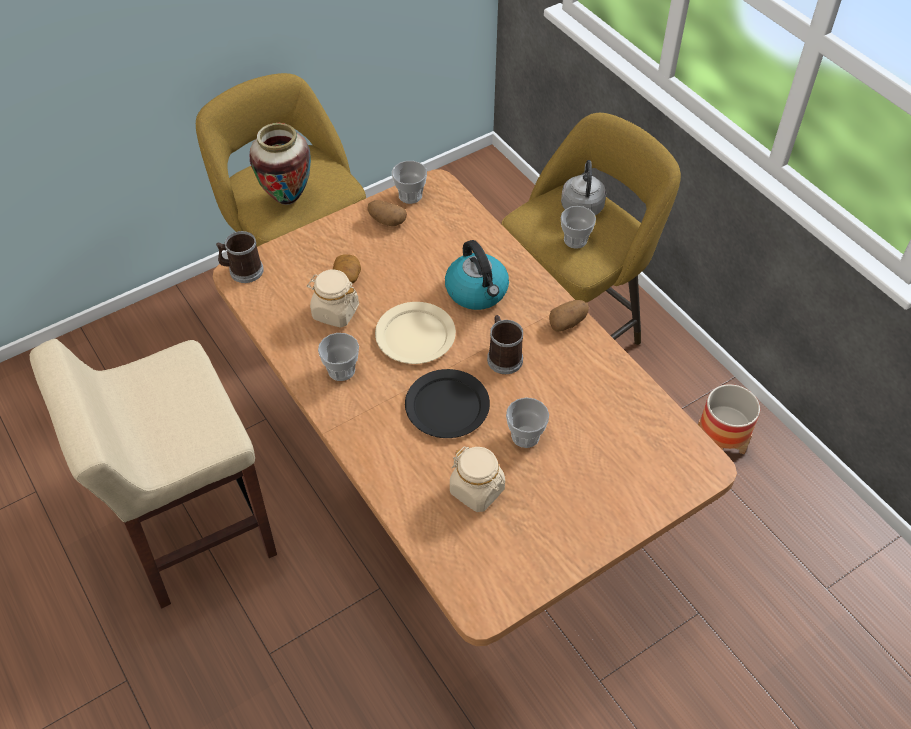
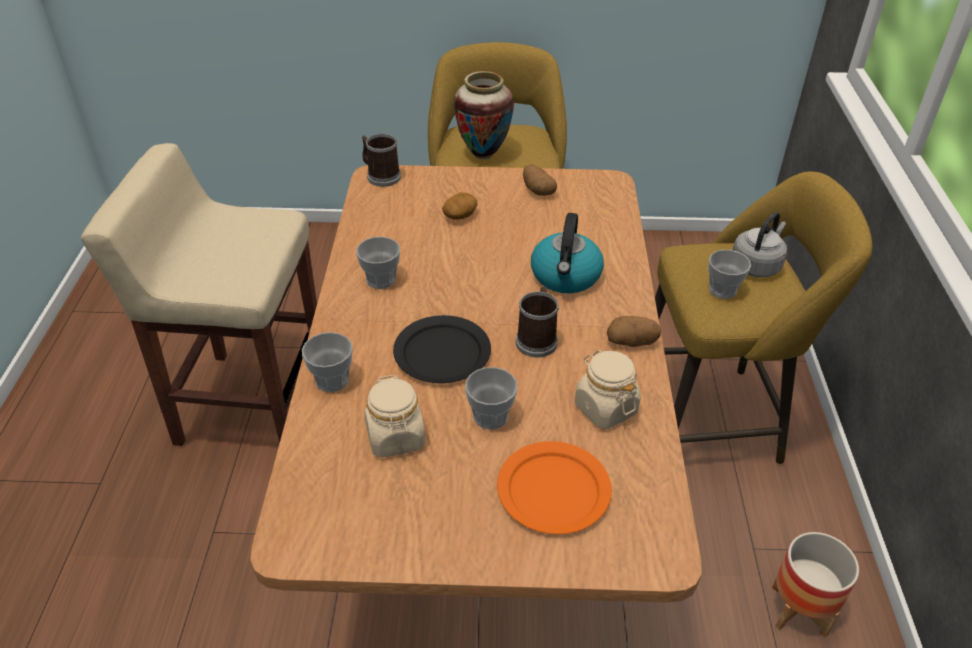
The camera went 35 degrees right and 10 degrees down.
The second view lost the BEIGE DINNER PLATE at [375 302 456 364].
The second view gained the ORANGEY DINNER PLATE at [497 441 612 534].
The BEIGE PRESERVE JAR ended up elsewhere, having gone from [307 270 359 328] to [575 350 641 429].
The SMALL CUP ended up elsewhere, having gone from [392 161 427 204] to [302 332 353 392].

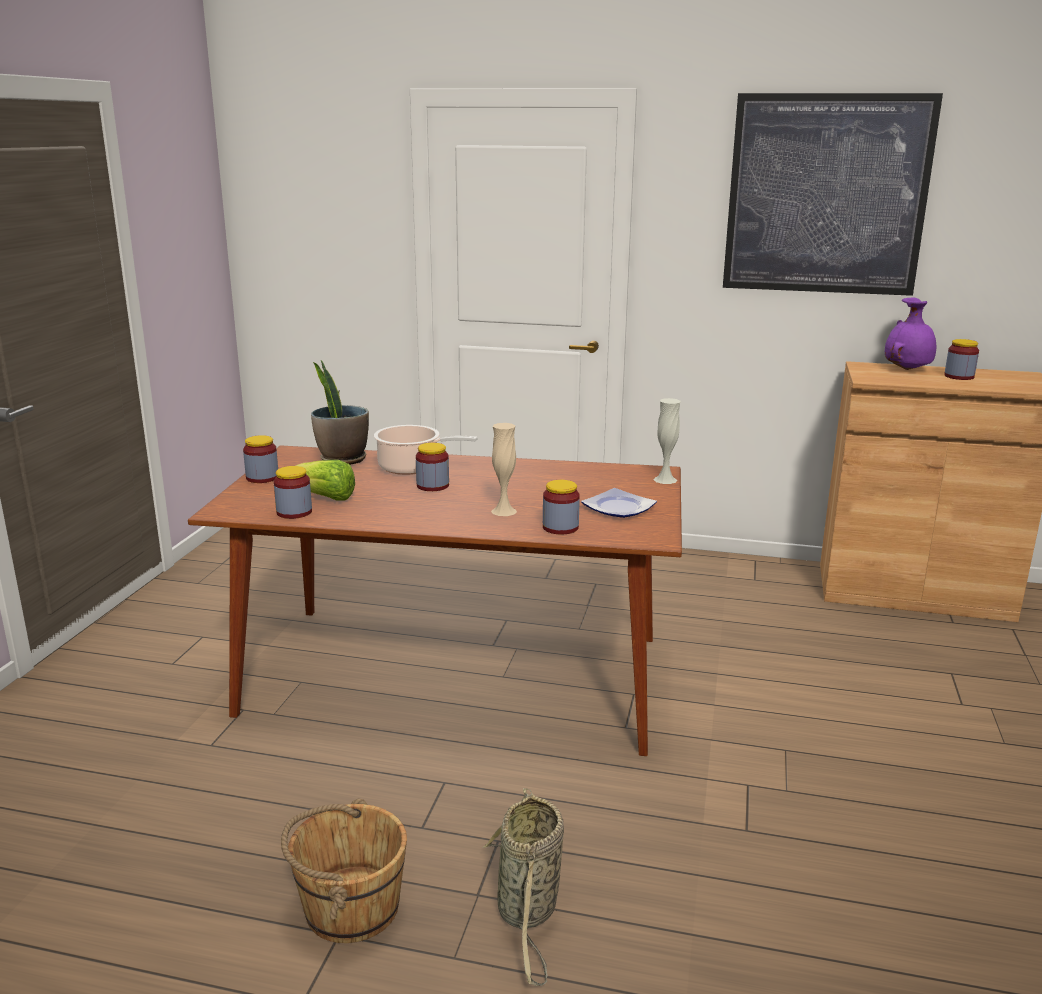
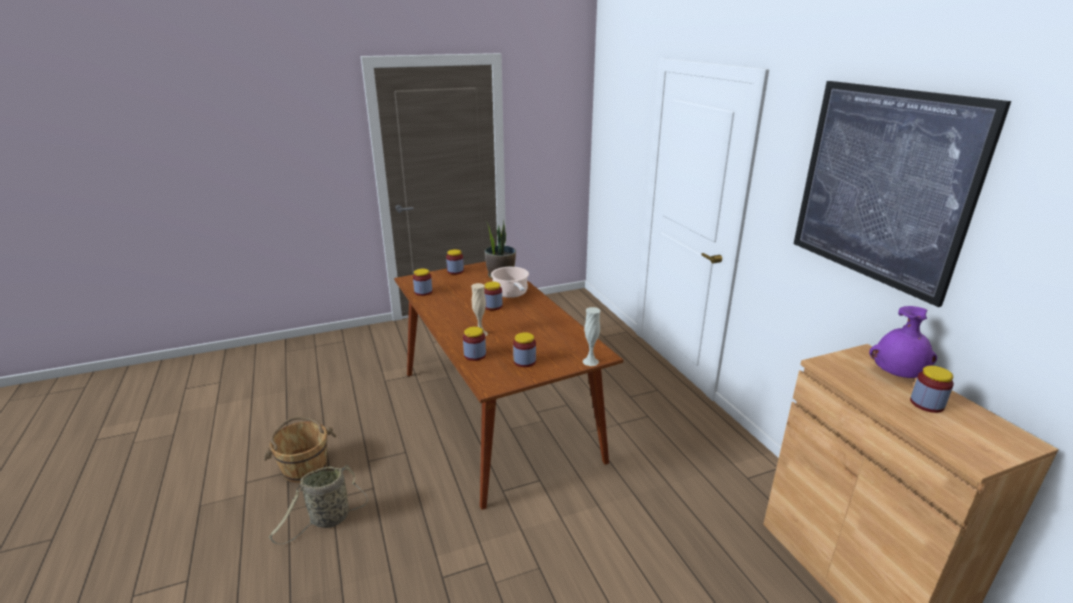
The camera went 55 degrees right and 5 degrees up.
The second view lost the LETTUCE HEAD at [296 460 355 501].
Where the DINNER PLATE stood at [581 488 657 518], the PRESERVE JAR came to stand at [513 332 536 367].

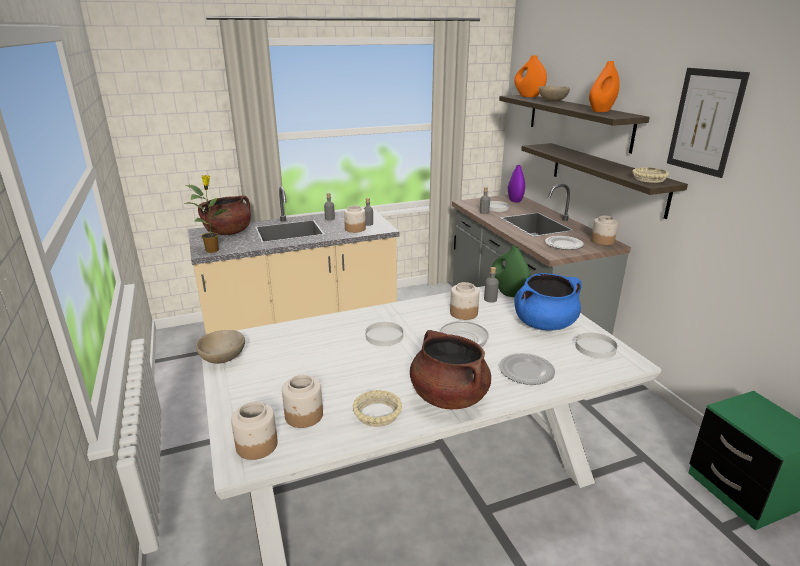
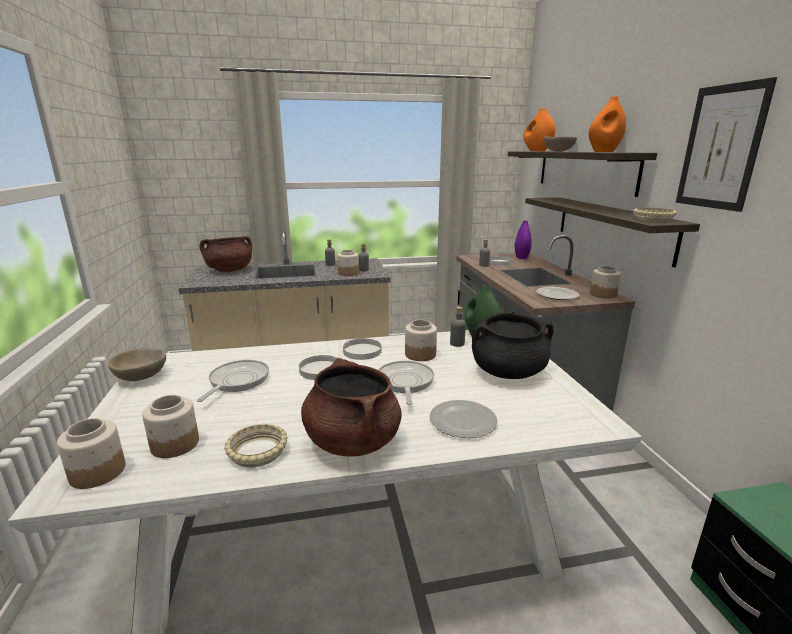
The camera went 10 degrees right and 5 degrees down.
The second view lost the POTTED PLANT at [186 175 230 253].
The second view gained the SKILLET at [197 360 269 402].
The WHITE-COLOURED DINNER PLATE ended up elsewhere, having gone from [575 333 617 359] to [343 338 381 360].
What was the BLUISH COOKING POT at [514 273 581 331] turned into the BLACKISH COOKING POT at [472 313 554 379].

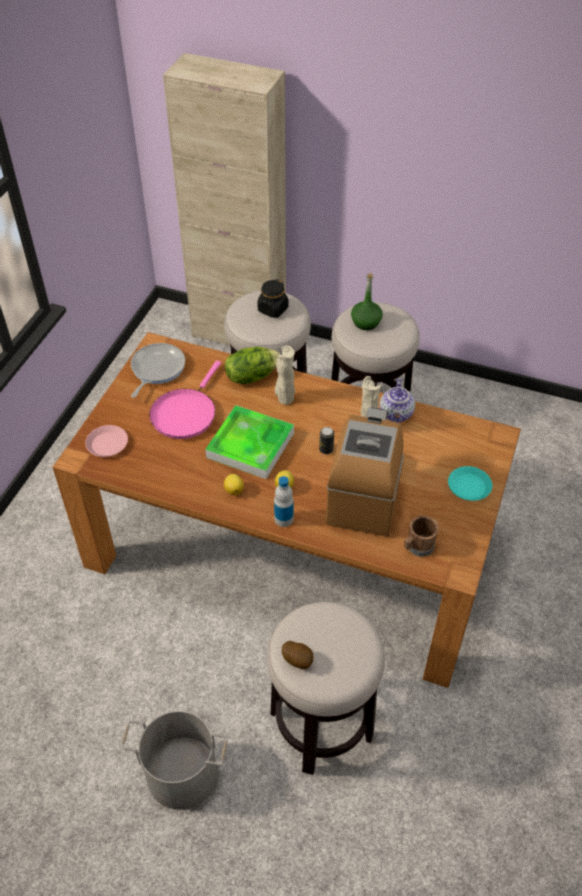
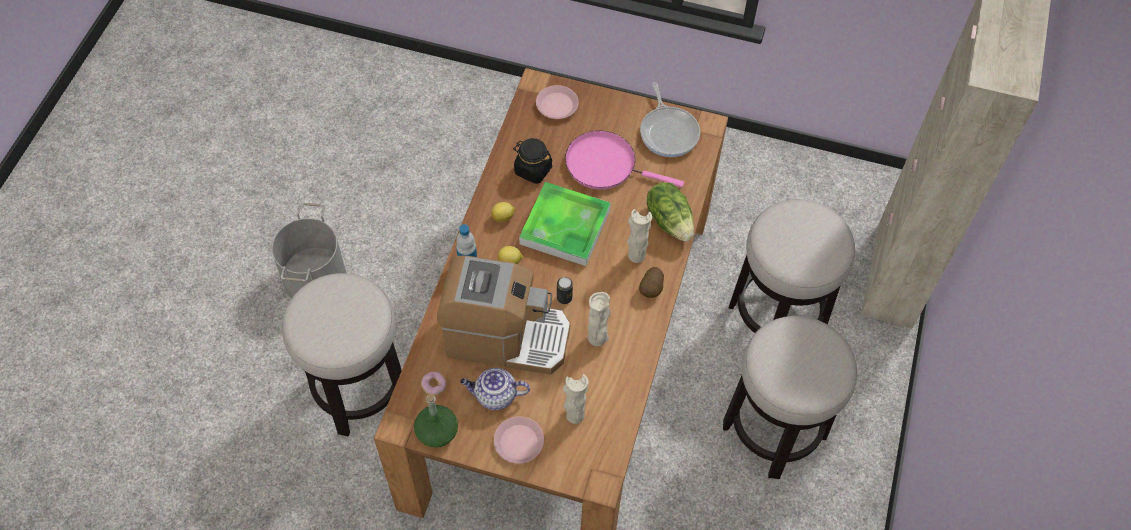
The camera went 85 degrees right and 10 degrees up.
The second view gained the BEIGE VASE at [563 374 589 424].
The BLACKISH PRESERVE JAR ended up elsewhere, having gone from [257 279 288 318] to [513 138 552 184].
The SPUD ended up elsewhere, having gone from [282 641 313 669] to [639 267 664 298].
The GREENISH BOTTLE ended up elsewhere, having gone from [351 273 383 330] to [414 394 458 448].
The TEA POT ended up elsewhere, having gone from [380 379 415 423] to [460 368 530 410].
Where the BROWNISH TEA MUG stood at [404 516 439 557], the DONUT came to stand at [421 371 447 396].
What was the TURQUOISE DINNER PLATE at [448 466 492 501] turned into the PINKISH DINNER PLATE at [494 416 544 464].
The SKILLET at [131 343 185 398] ended up facing another way, 60 degrees clockwise from before.

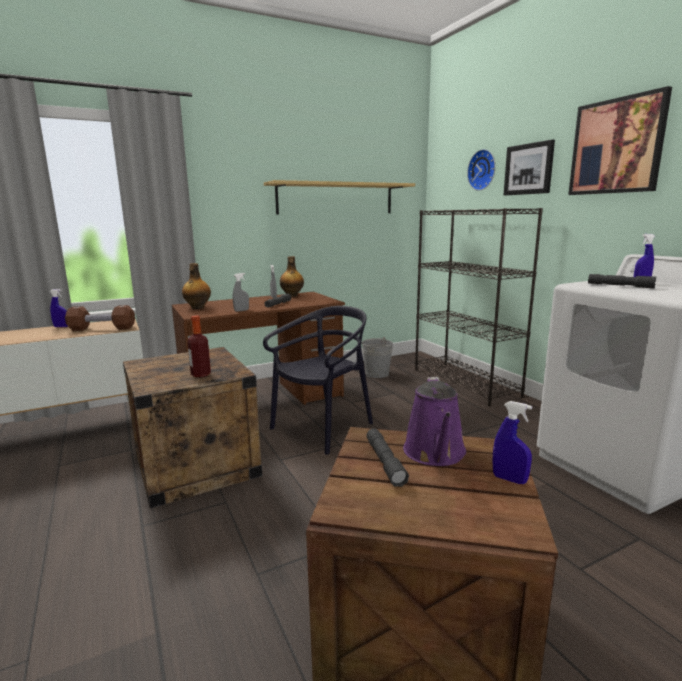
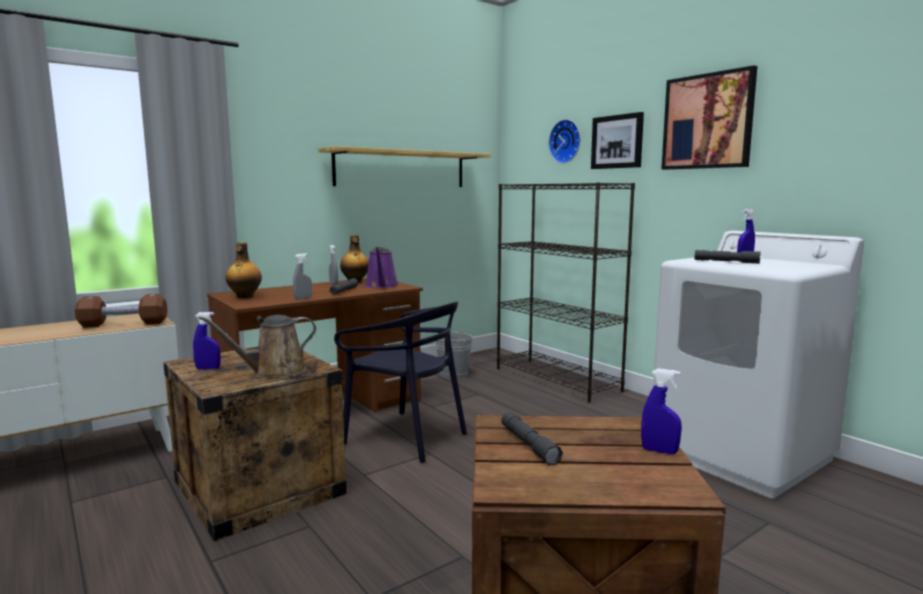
The camera went 10 degrees left and 5 degrees down.
The BLUISH SPRAYER ended up elsewhere, having gone from [50 289 68 327] to [193 312 221 370].
The PURPLISH WATERING CAN ended up elsewhere, having gone from [403 377 466 466] to [365 247 399 288].
Where the BOTTLE stood at [187 316 211 377], the BROWNISH WATERING CAN came to stand at [198 315 316 378].
The BLACKISH CHAIR at [263 306 373 455] ended up facing another way, 90 degrees clockwise from before.

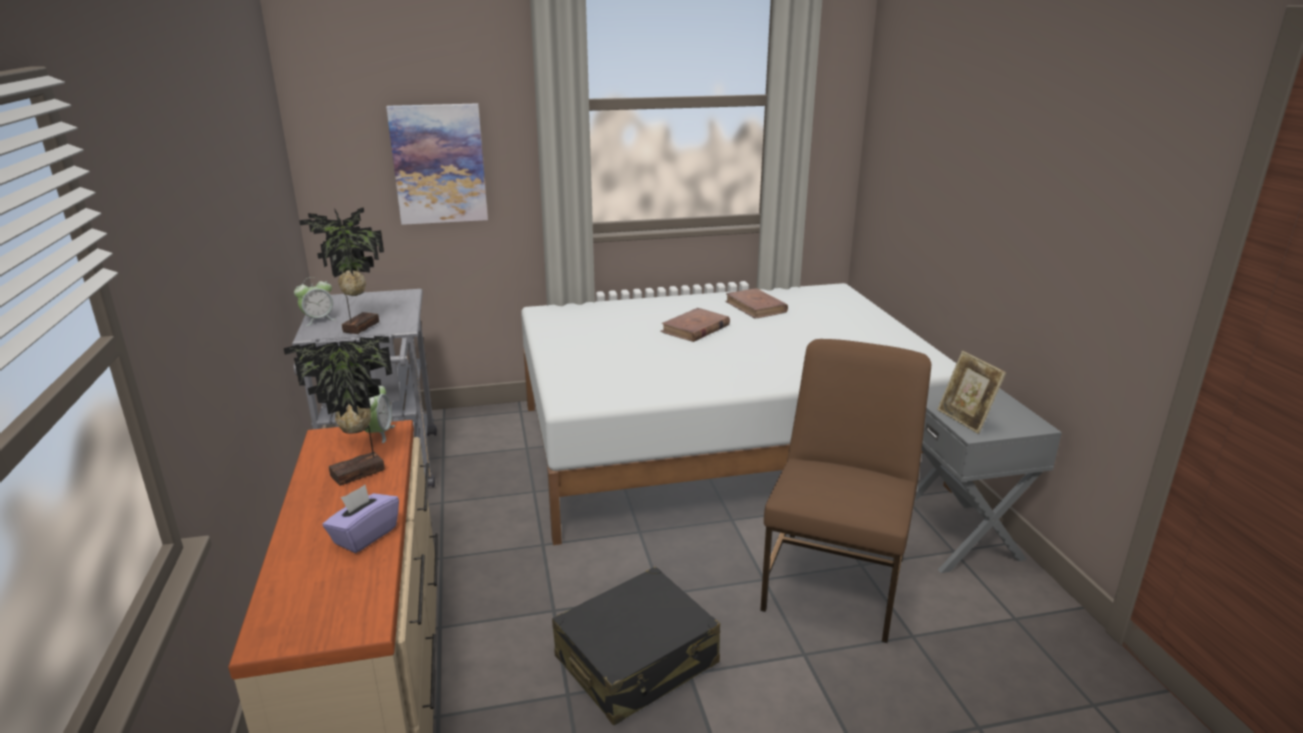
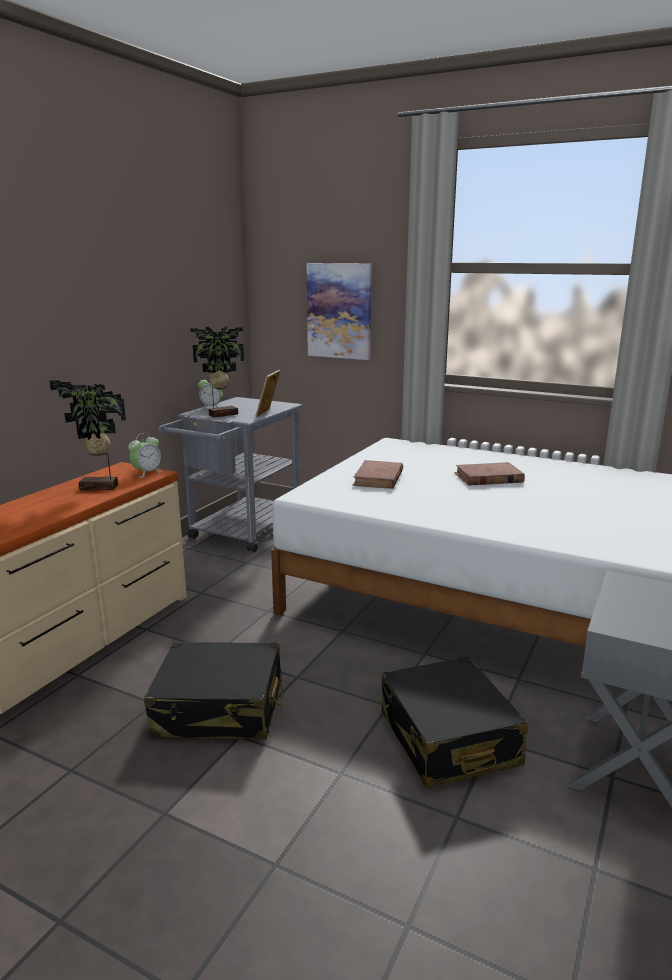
The camera went 40 degrees right and 5 degrees down.
The second view lost the PURPLISH BOX OF TISSUES at [323 485 399 553].
The BROWNISH VOLUME ended up elsewhere, having gone from [725 288 788 319] to [353 460 403 489].
The PICTURE FRAME ended up elsewhere, having gone from [937 351 1006 434] to [255 370 280 417].
Where the BROWNISH CHAIR stood at [760 339 931 643], the BLACKISH PIECE OF LUGGAGE came to stand at [382 657 528 788].

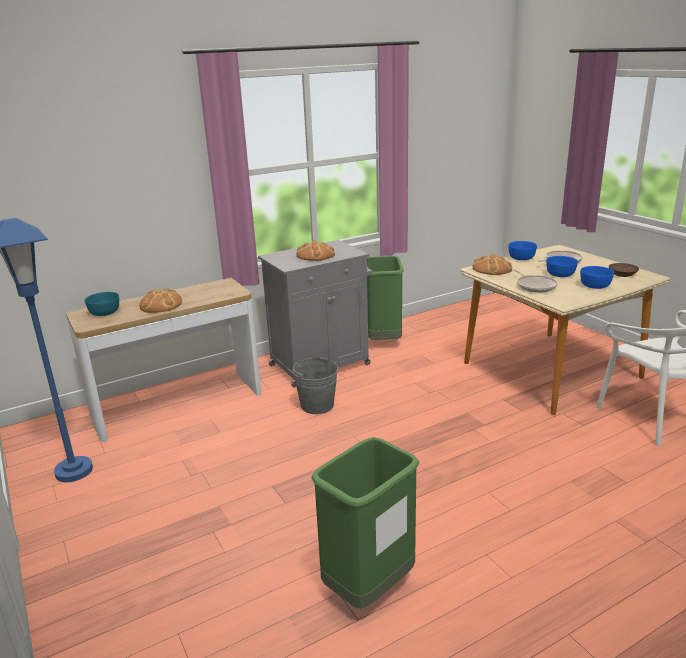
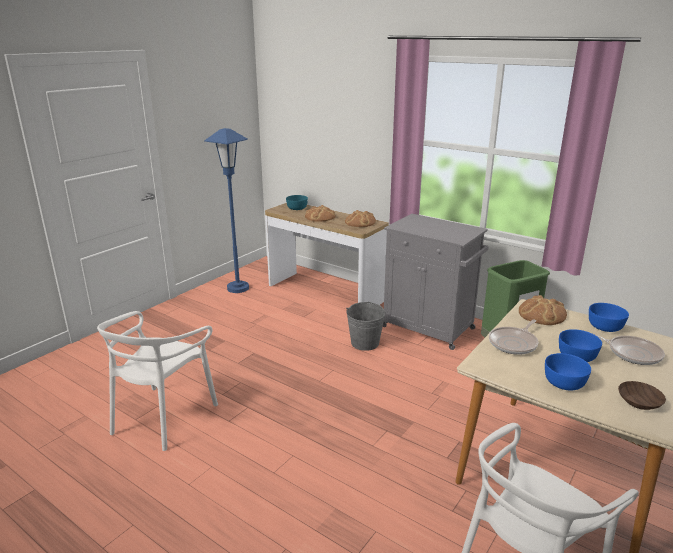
The camera went 65 degrees right and 0 degrees up.
The BAKERY BREAD ended up elsewhere, having gone from [296 240 335 261] to [345 210 376 227].
Where the GREENISH TRASH CAN stood at [311 437 419 609], the WHITE-COLOURED CHAIR came to stand at [97 311 218 451].

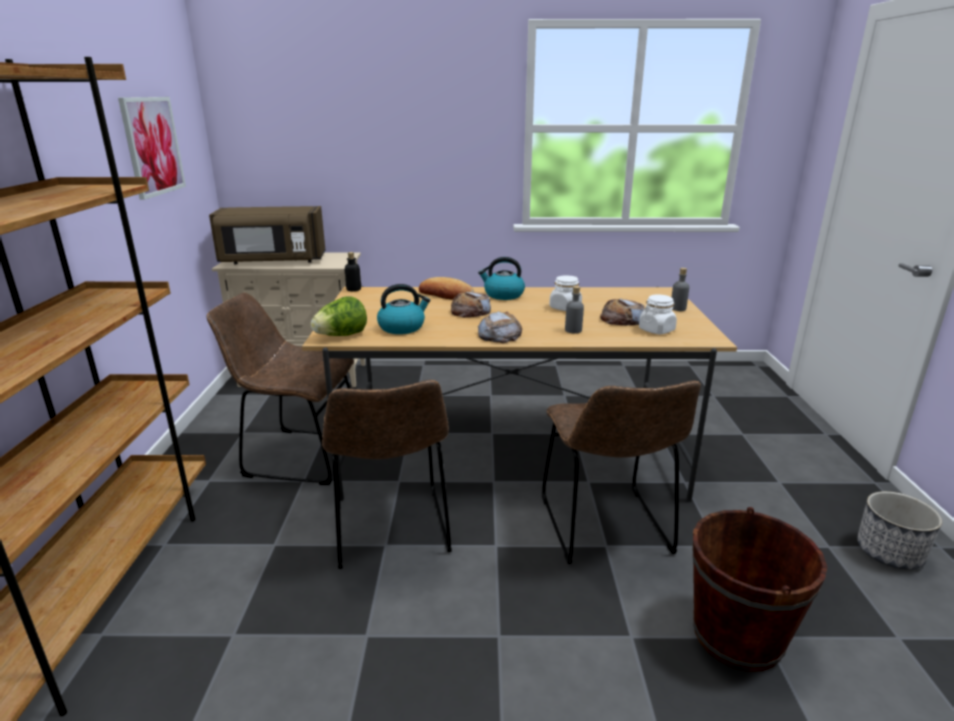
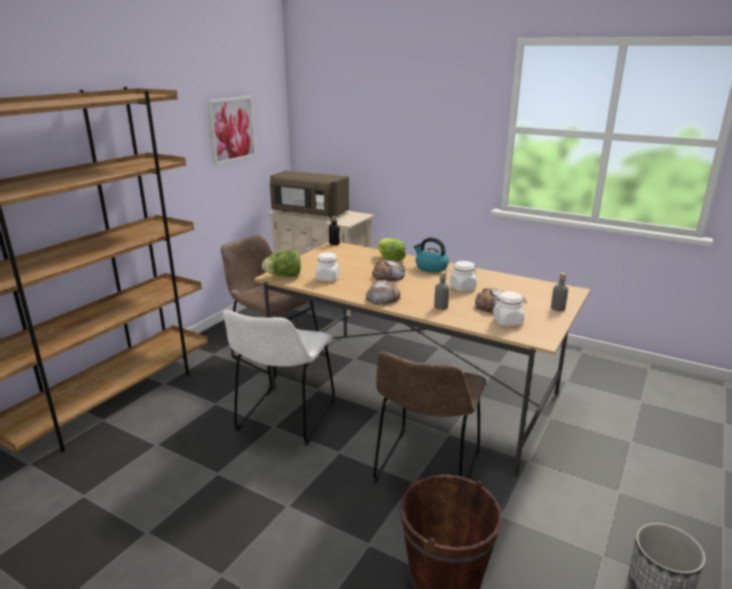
The camera went 30 degrees right and 0 degrees up.
Where the KETTLE stood at [377 284 431 334], the WHITE-COLOURED PRESERVE JAR came to stand at [315 252 340 281].
Where the BAKERY BREAD stood at [419 277 474 300], the LETTUCE HEAD came to stand at [378 238 406 261].
What was the BROWNISH CHAIR at [322 380 452 569] turned into the WHITE-COLOURED CHAIR at [223 310 335 445].

